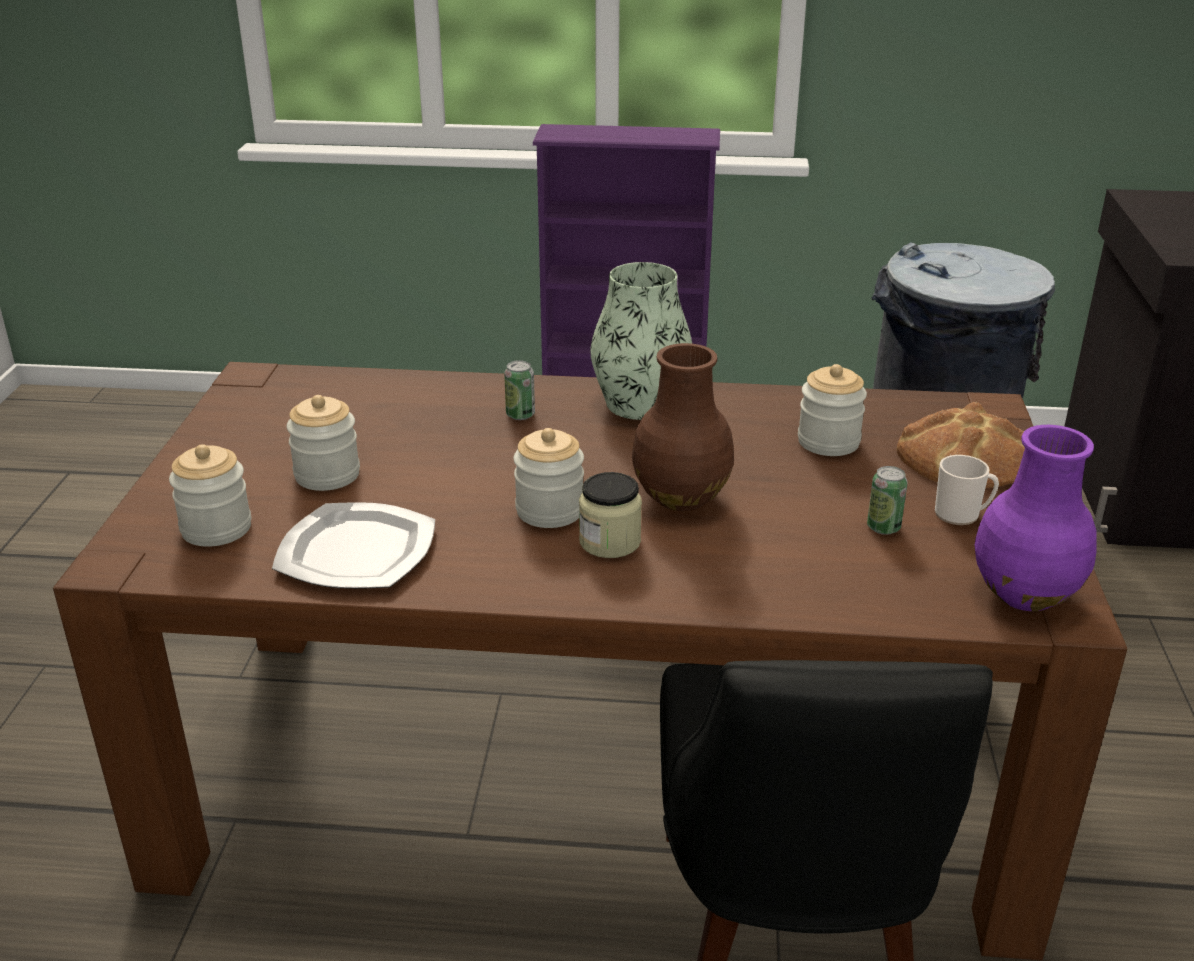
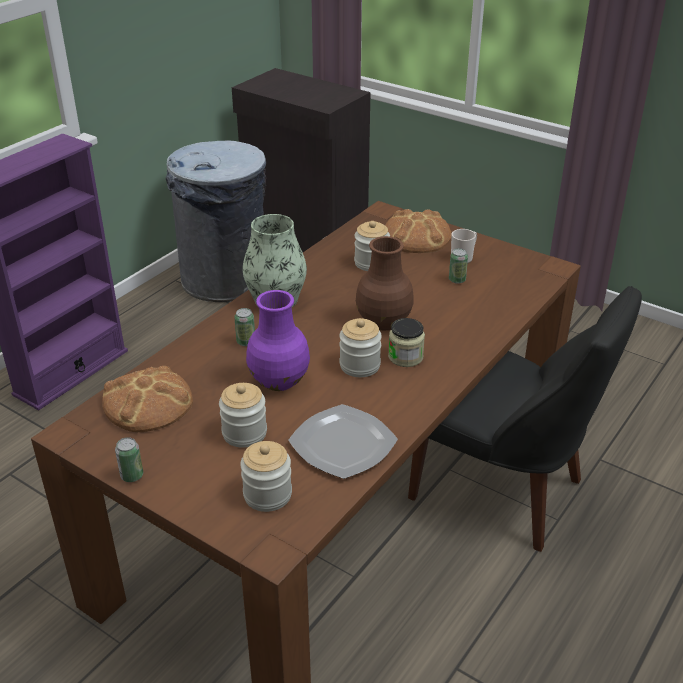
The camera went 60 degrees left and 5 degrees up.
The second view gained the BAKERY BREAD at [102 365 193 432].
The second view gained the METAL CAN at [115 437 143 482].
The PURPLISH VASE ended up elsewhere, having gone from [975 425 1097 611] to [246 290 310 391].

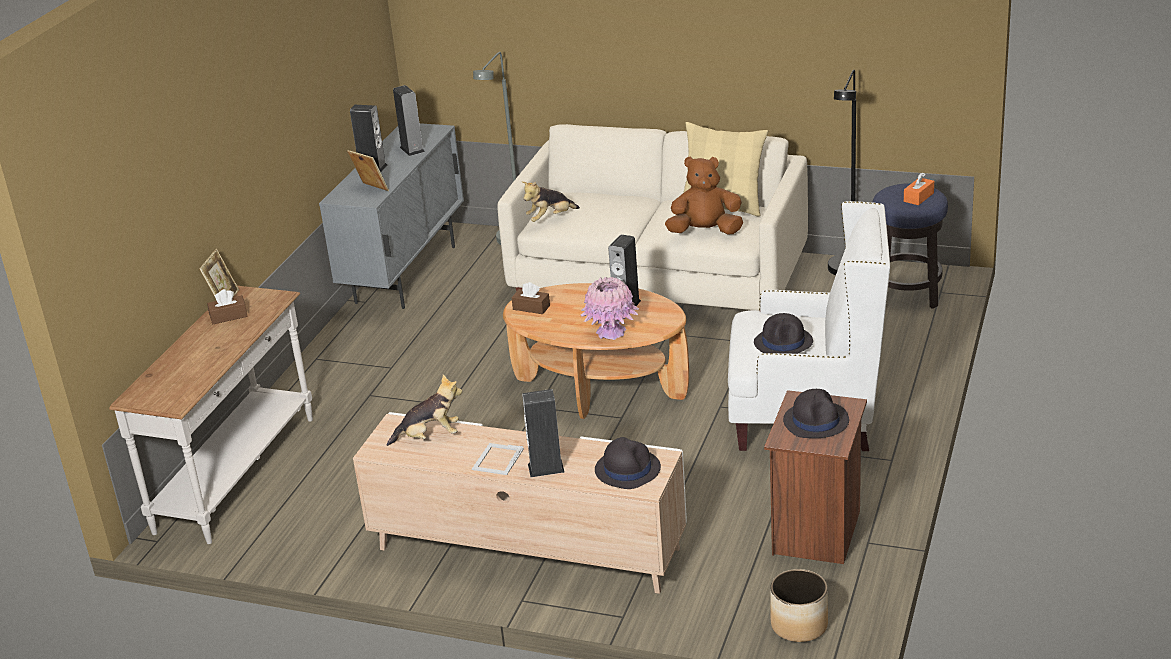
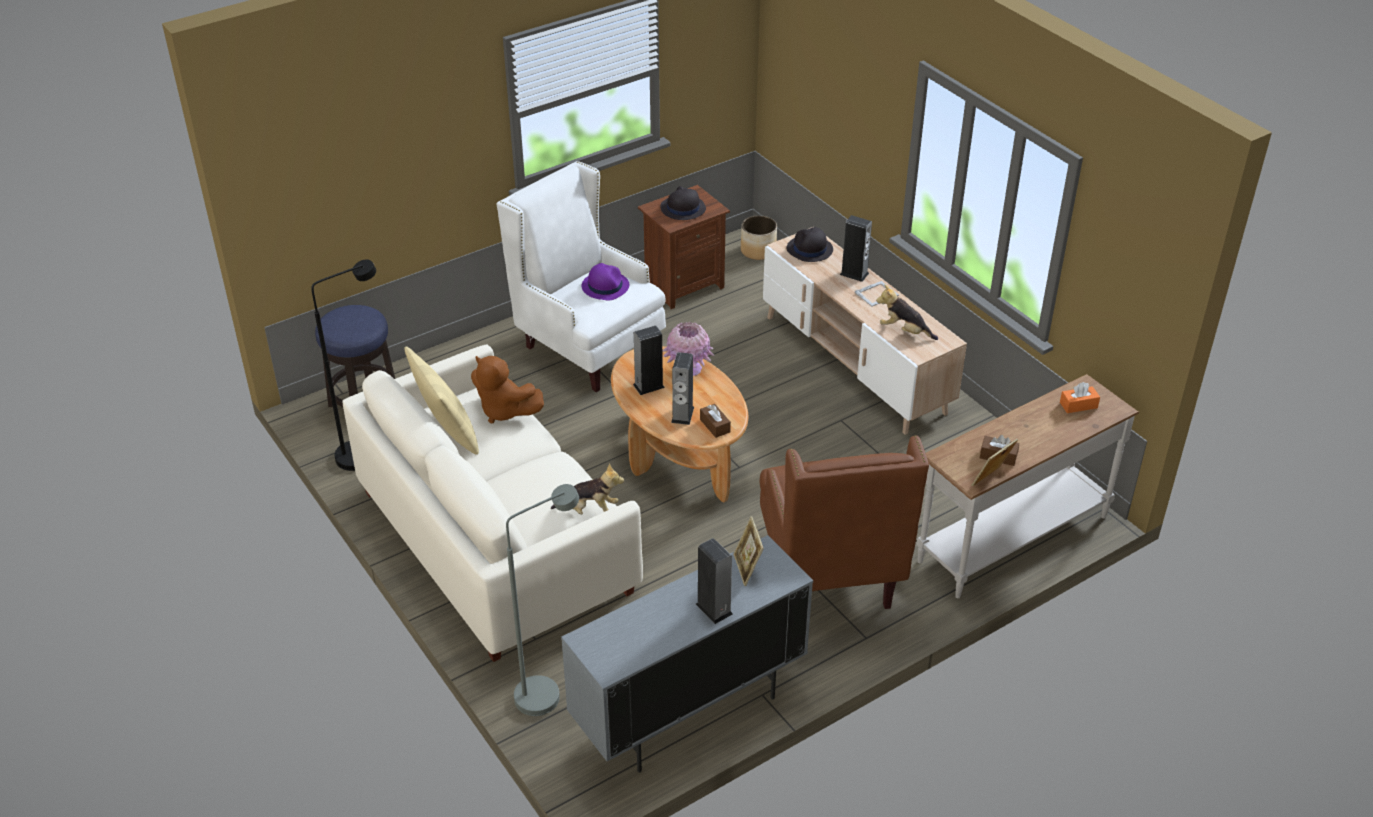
The camera went 145 degrees left and 10 degrees up.
The second view gained the BROWNISH ARMCHAIR at [760 435 929 609].
The SPEAKER ended up elsewhere, having gone from [393 85 425 156] to [671 352 694 425].
The ORANGEY BOX OF TISSUES ended up elsewhere, having gone from [904 173 934 205] to [1060 382 1100 413].
What was the BLACKISH HAT at [754 313 813 354] turned into the PURPLISH HAT at [582 263 629 300].

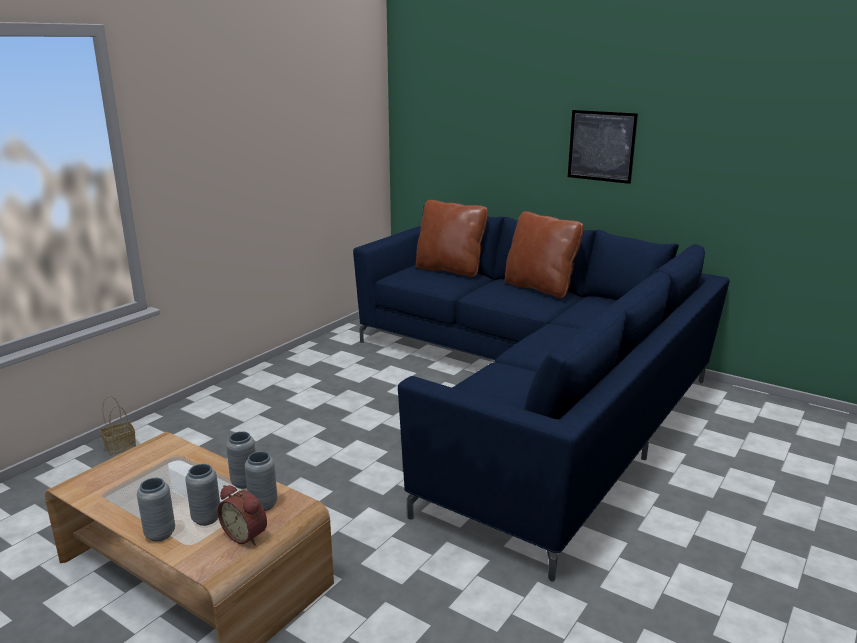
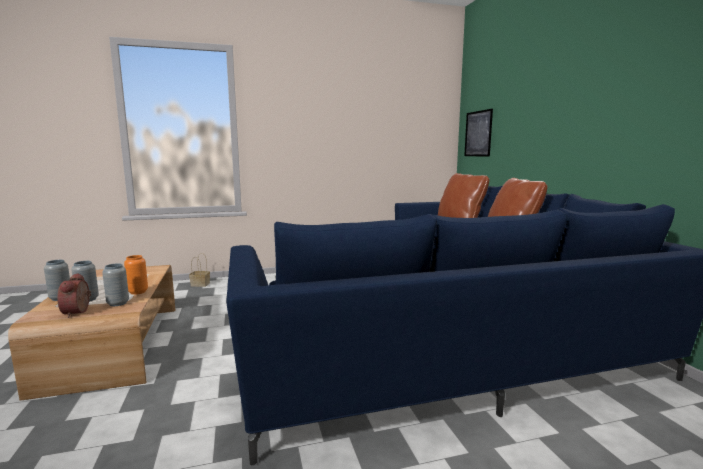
The camera went 40 degrees right and 10 degrees down.
The PICTURE ended up elsewhere, having gone from [568 110 638 184] to [464 109 493 157].
What was the GRAY VASE at [226 431 256 489] turned into the ORANGEY VASE at [124 255 148 295].

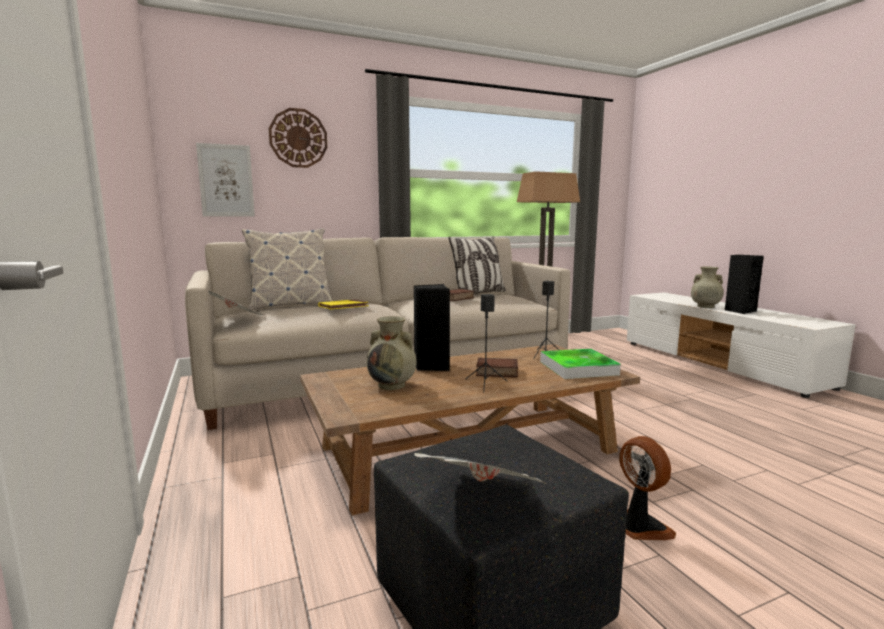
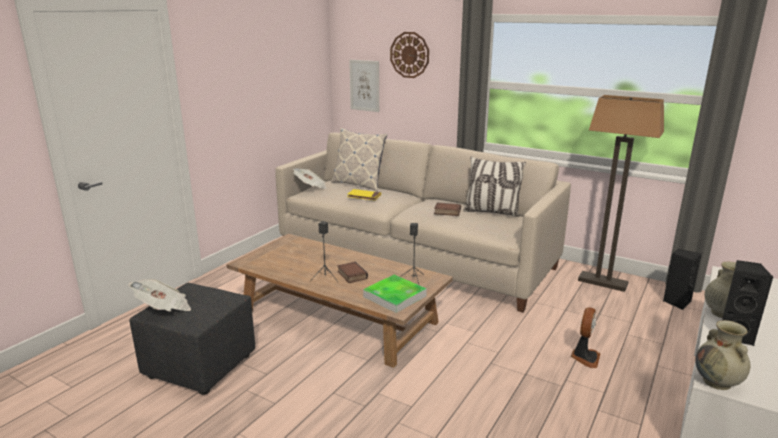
The camera went 55 degrees right and 10 degrees up.
The BEIGE VASE ended up elsewhere, having gone from [367 316 417 390] to [695 320 750 390].
The BLACKISH SPEAKER ended up elsewhere, having gone from [414 284 450 371] to [663 249 702 310].
The FAN ended up elsewhere, having gone from [619 436 676 540] to [571 307 600 368].

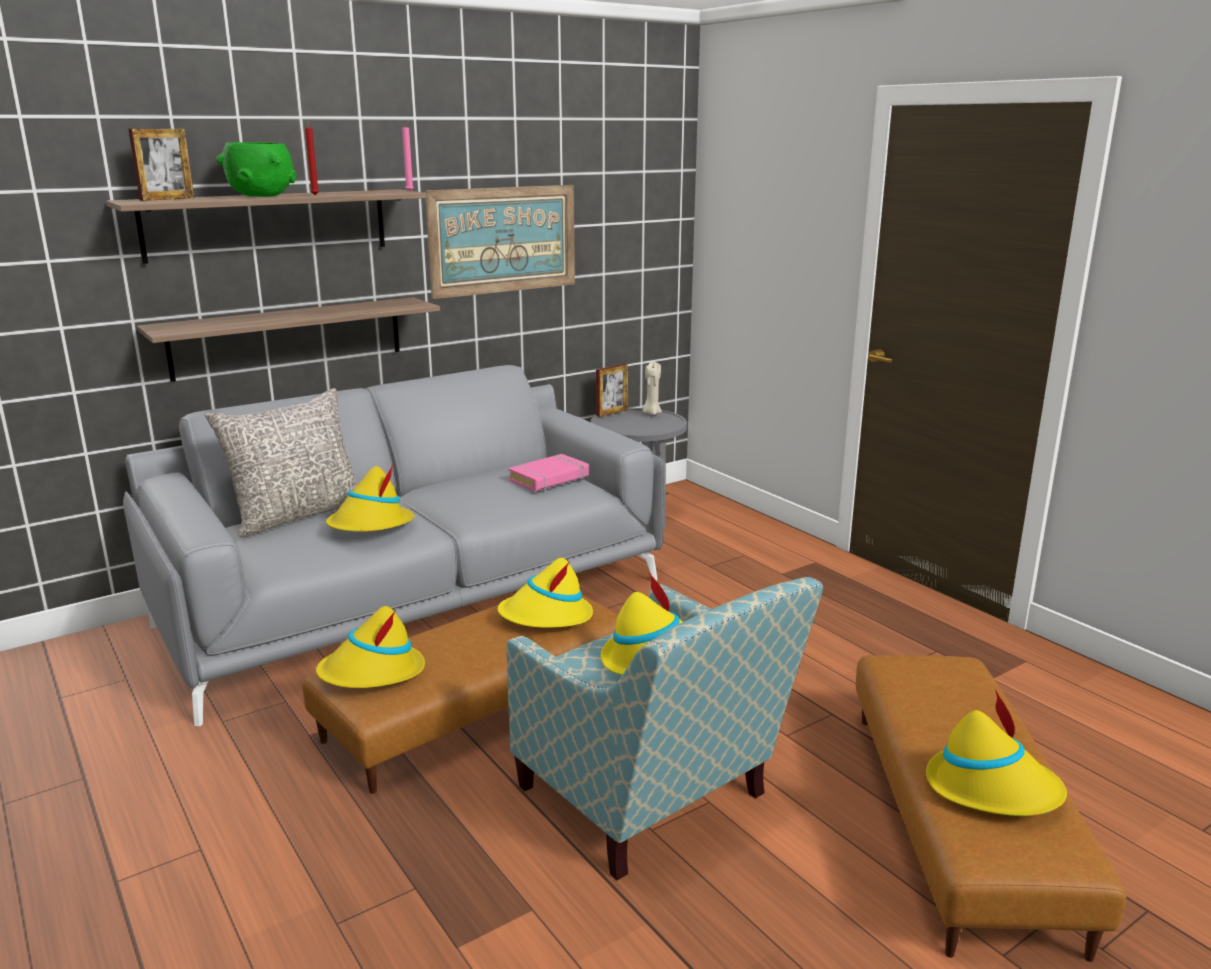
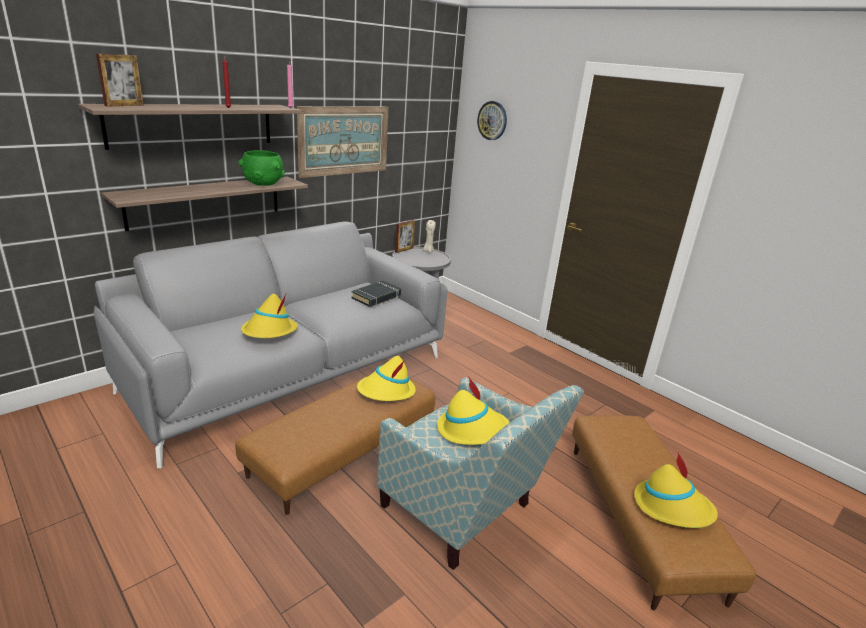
The camera went 10 degrees left and 5 degrees up.
The second view lost the GRAY PILLOW at [205 388 358 537].
The second view lost the YELLOWISH HAT at [316 606 425 688].
The second view gained the HANGING CLOCK at [477 101 507 140].
The GREENISH SERVING BOWL ended up elsewhere, having gone from [217 142 296 197] to [238 150 285 186].
What was the PINKISH VOLUME at [508 454 589 492] turned into the BLACKISH VOLUME at [352 281 401 307].

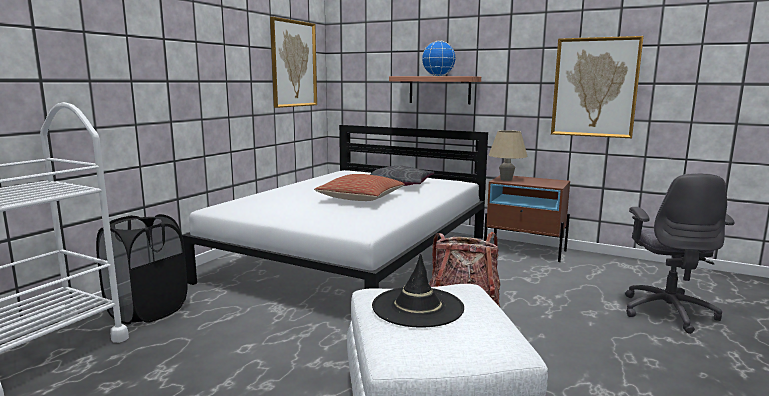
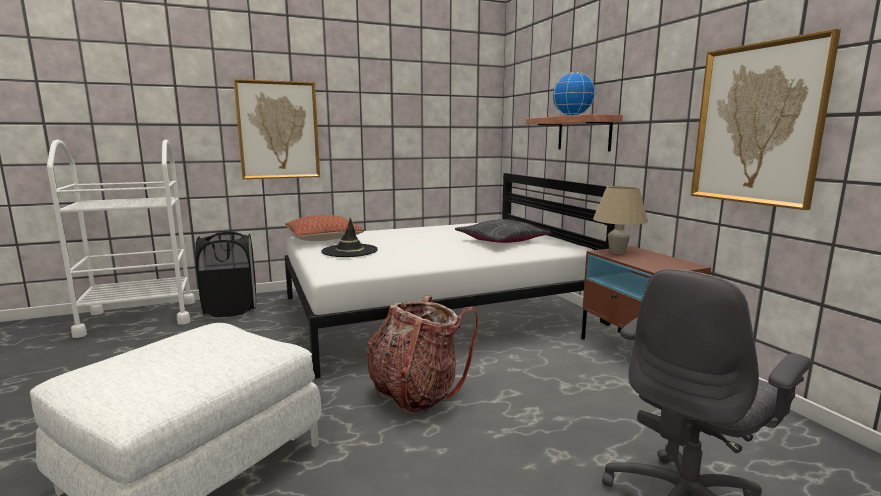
The camera went 40 degrees right and 0 degrees up.
The PICTURE ended up elsewhere, having gone from [270 17 317 108] to [233 79 320 179].
The PILLOW ended up elsewhere, having gone from [314 174 405 201] to [285 215 364 241].
The BLACKISH HAT ended up elsewhere, having gone from [372 253 464 327] to [321 218 378 257].

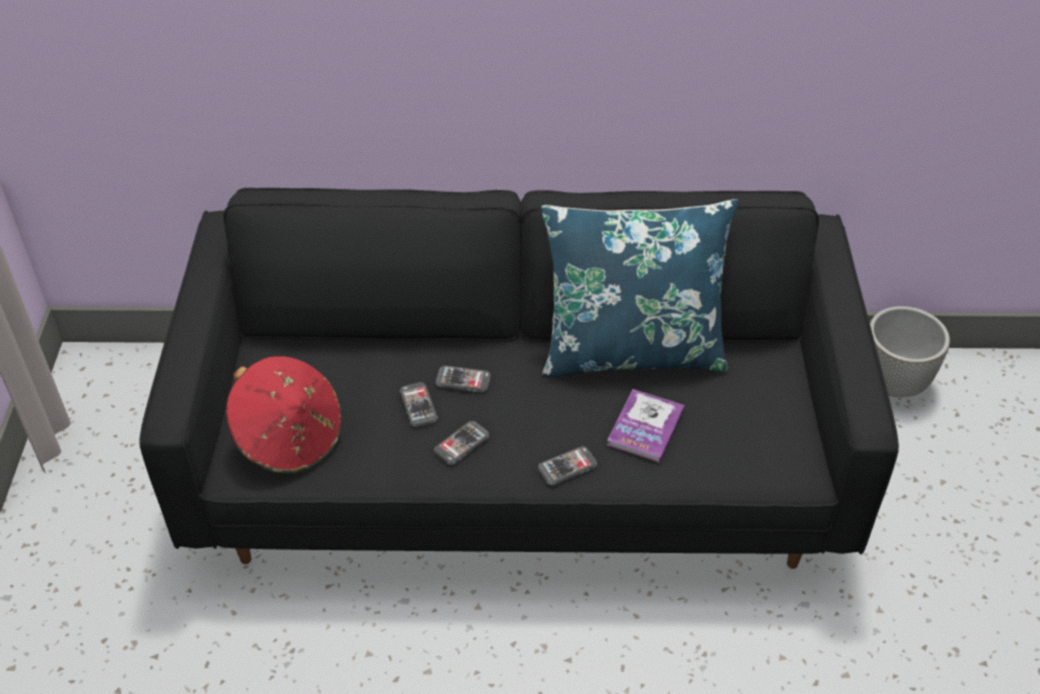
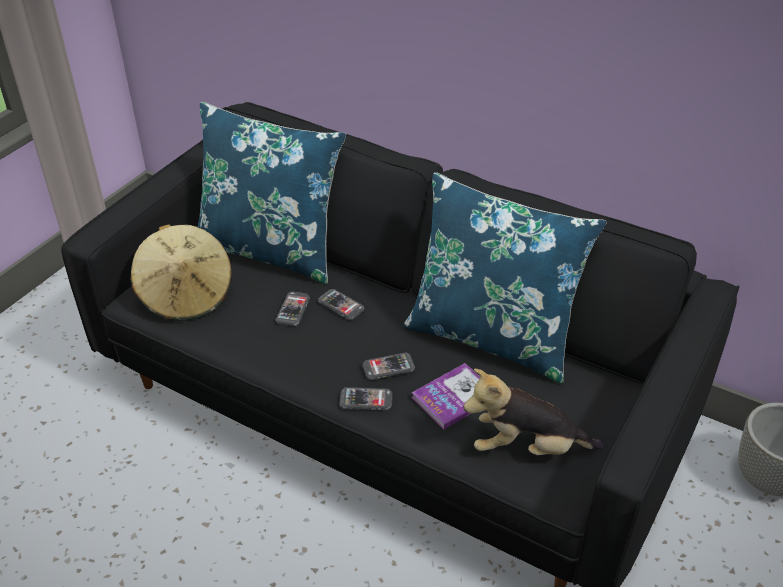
The camera went 30 degrees right and 5 degrees down.
The second view gained the BLUISH PILLOW at [197 102 346 284].
The second view gained the SOFT TOY at [464 369 603 455].
The TELEPHONE ended up elsewhere, having gone from [434 421 489 465] to [362 352 415 380].
What was the RED HAT at [226 356 342 474] turned into the BEIGE HAT at [131 224 232 321].

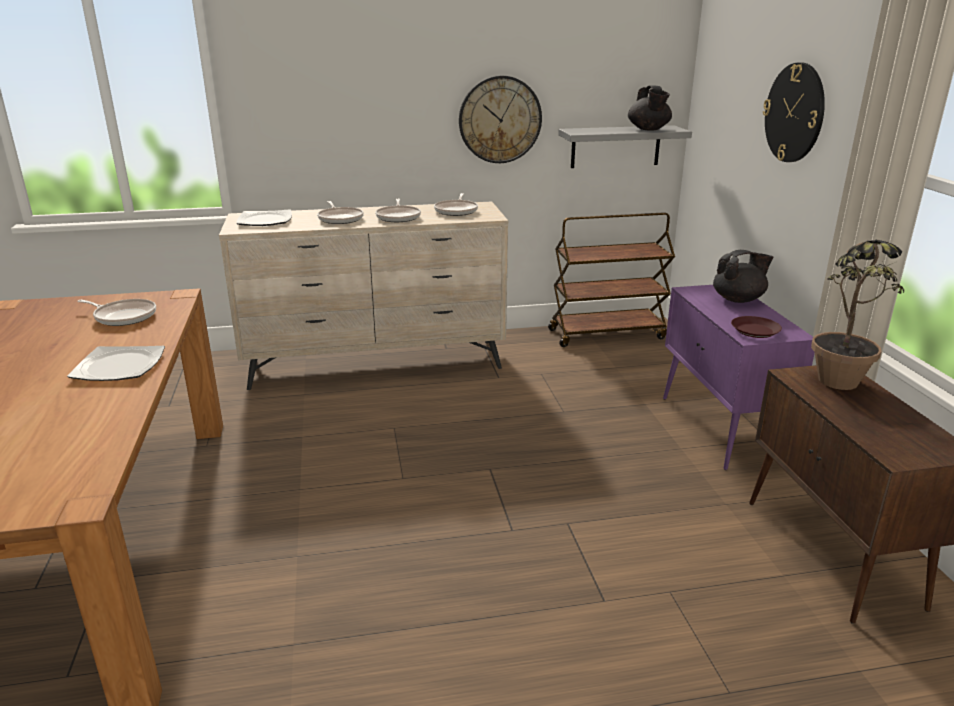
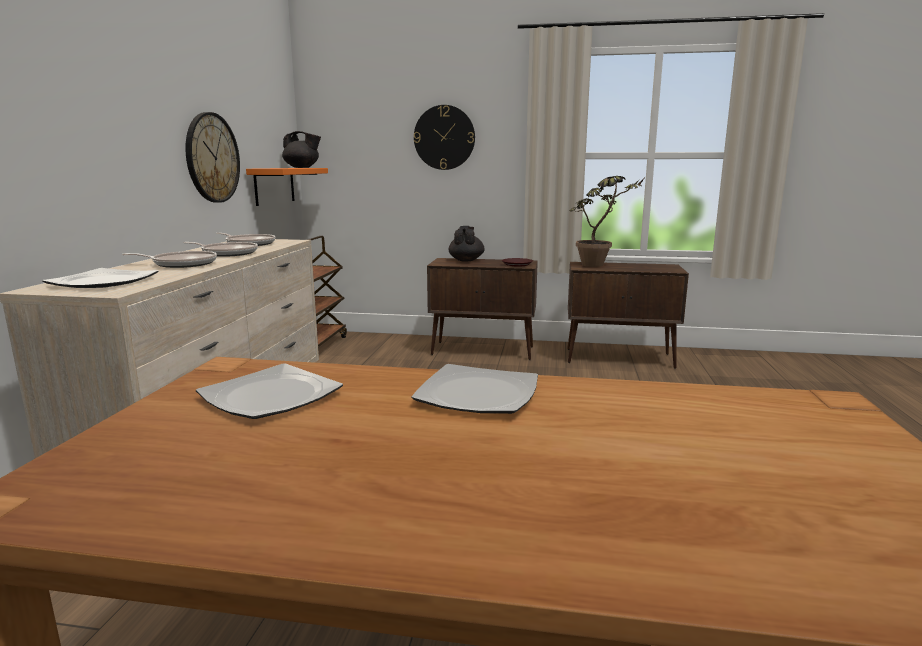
The camera went 70 degrees left and 10 degrees down.
Where the SKILLET stood at [77 299 156 326], the DINNER PLATE came to stand at [196 363 343 419].
What was the GRAY WALL SHELF at [558 125 692 168] turned into the ORANGEY WALL SHELF at [246 168 328 206].
What was the PURPLISH CABINET at [663 285 815 470] turned into the BROWNISH CABINET at [427 258 538 360].

